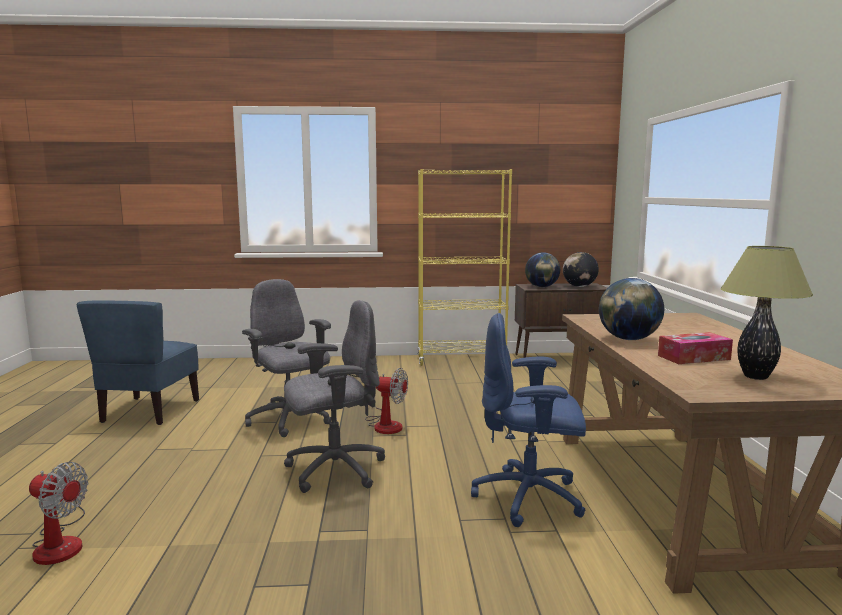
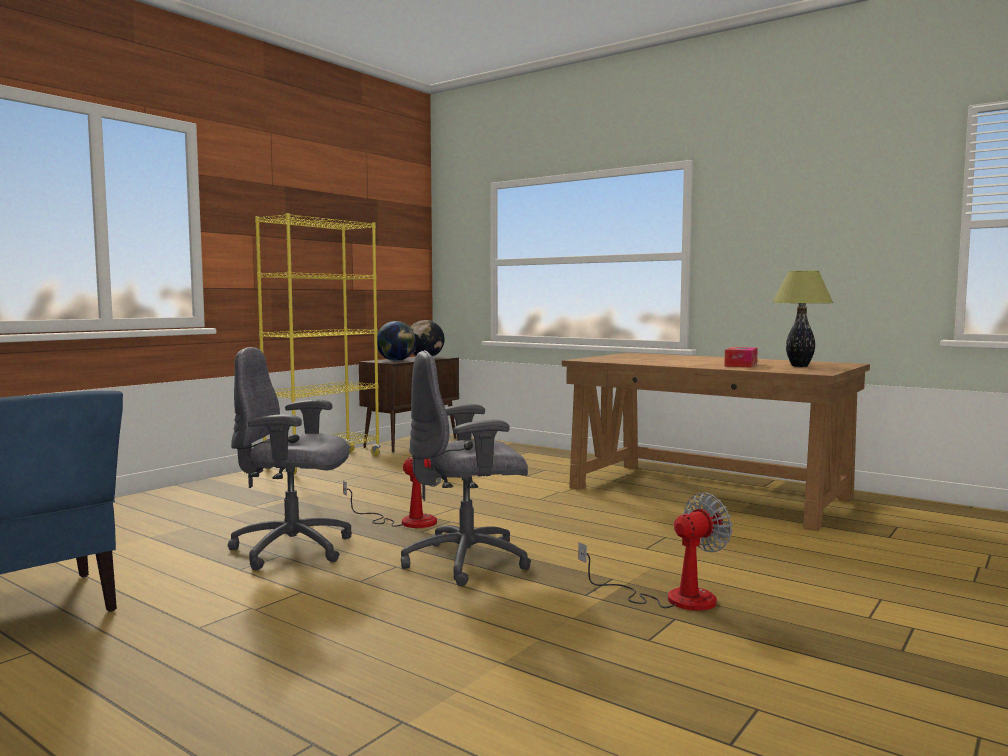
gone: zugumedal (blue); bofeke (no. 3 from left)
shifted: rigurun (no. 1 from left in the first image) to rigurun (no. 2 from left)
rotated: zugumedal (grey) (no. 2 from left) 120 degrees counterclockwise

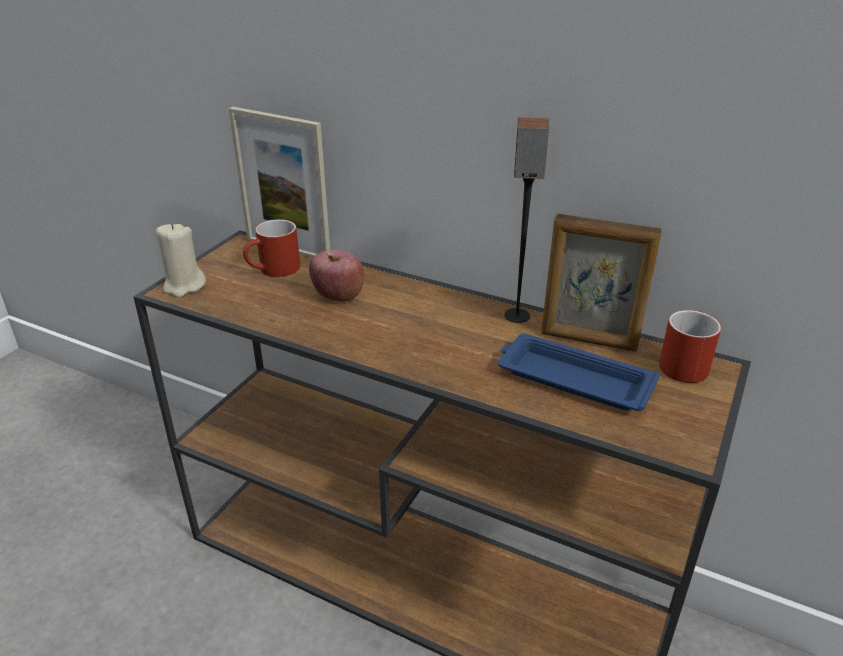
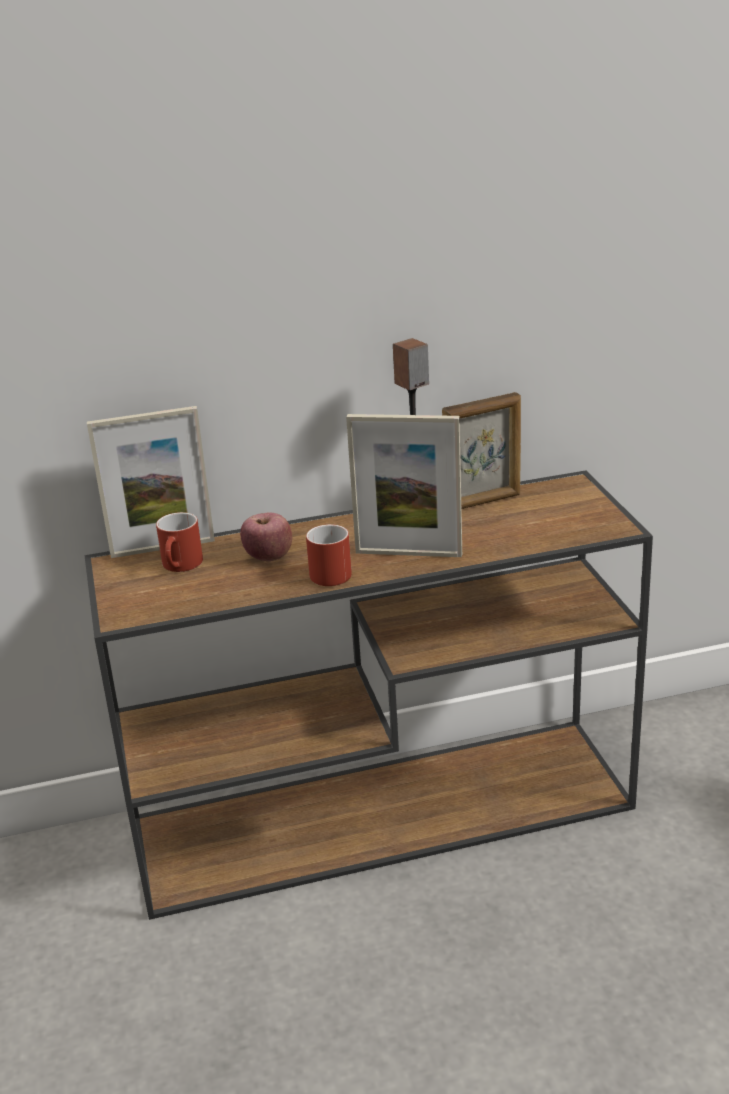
gone: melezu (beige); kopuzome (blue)
new: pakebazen (no. 2 from left)
shifted: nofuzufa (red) (no. 2 from left)

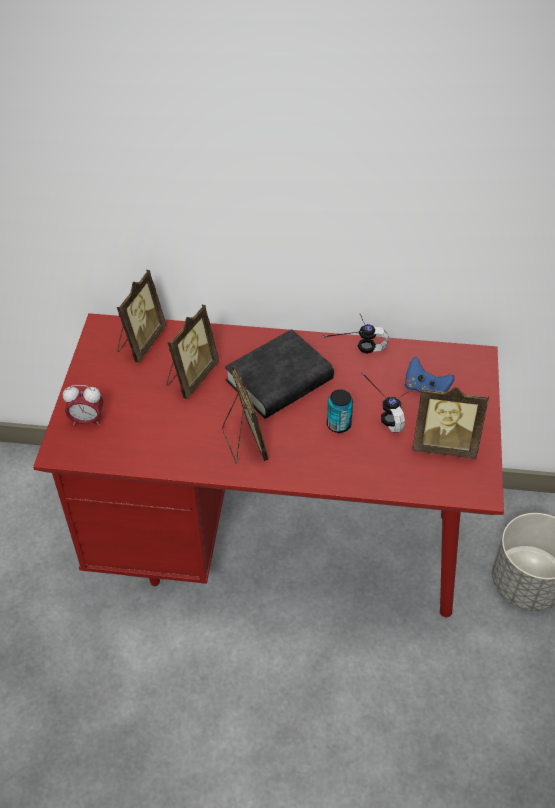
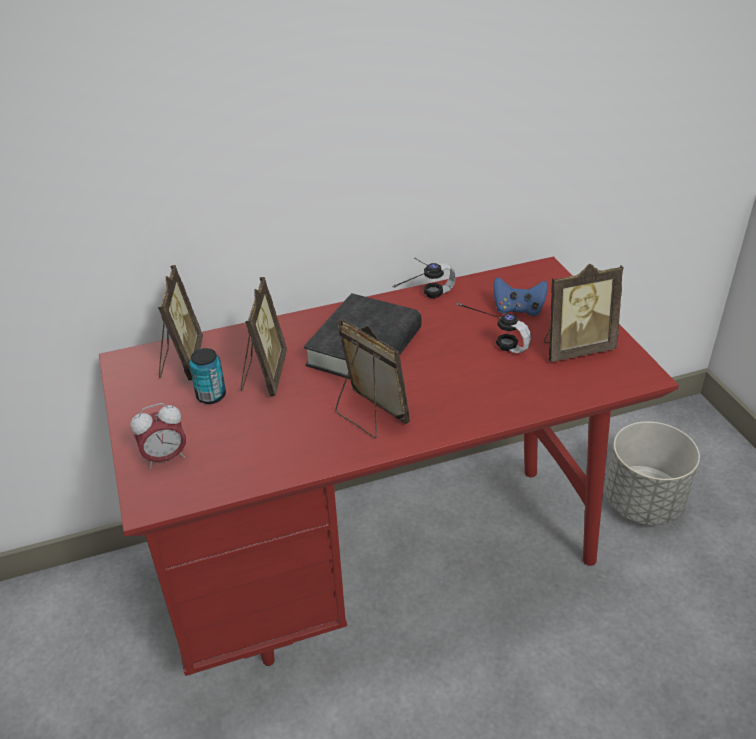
shifted: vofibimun

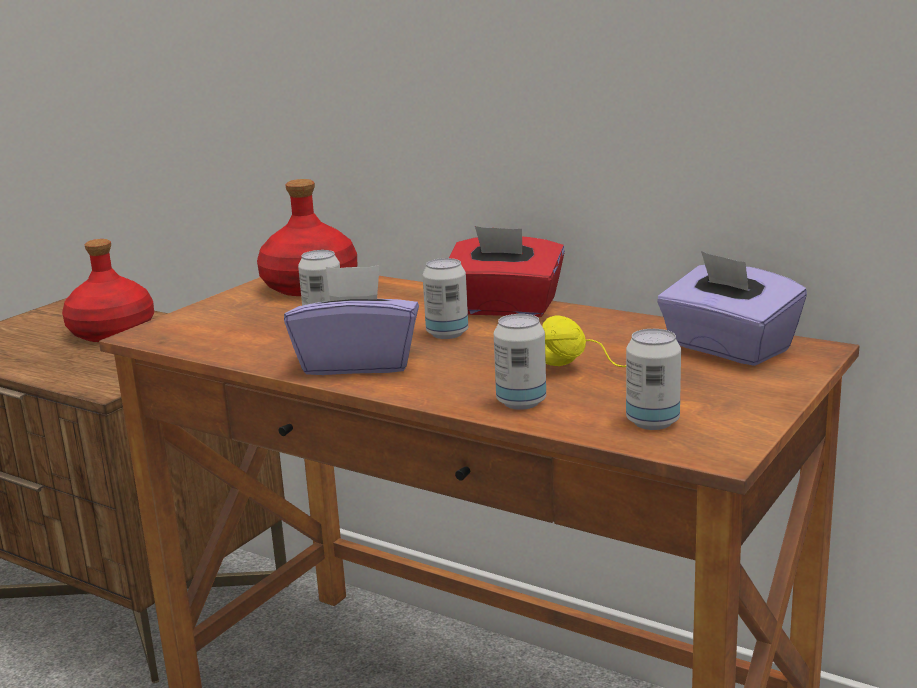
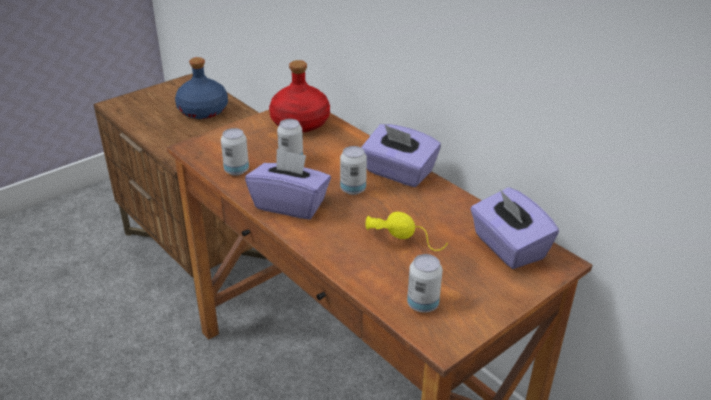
shifted: vofibimun (no. 3 from left in the first image) to vofibimun (no. 1 from left)
repainted: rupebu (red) (no. 1 from left) to rupebu (blue); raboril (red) to raboril (purple) (no. 2 from left)

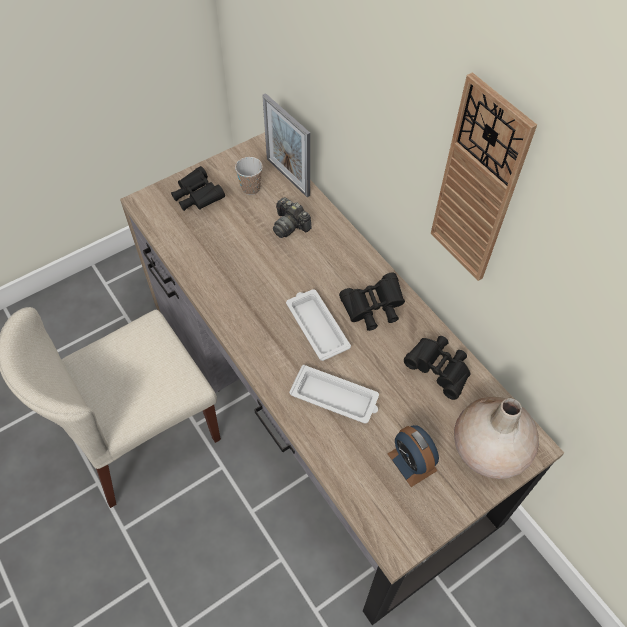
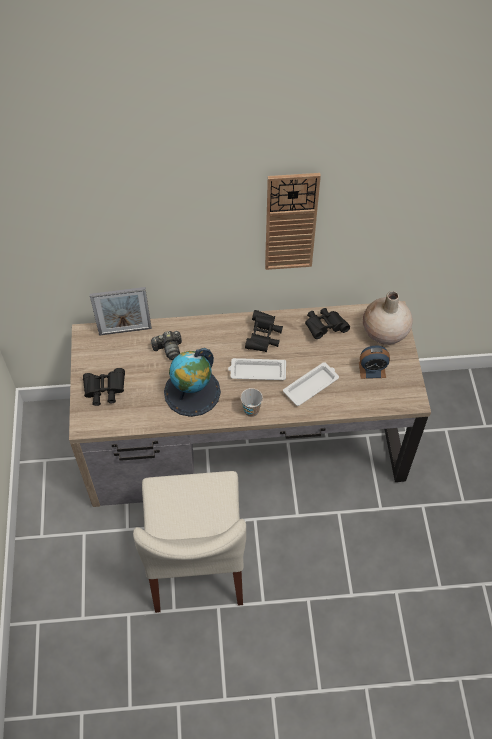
new: bofeke
shifted: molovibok

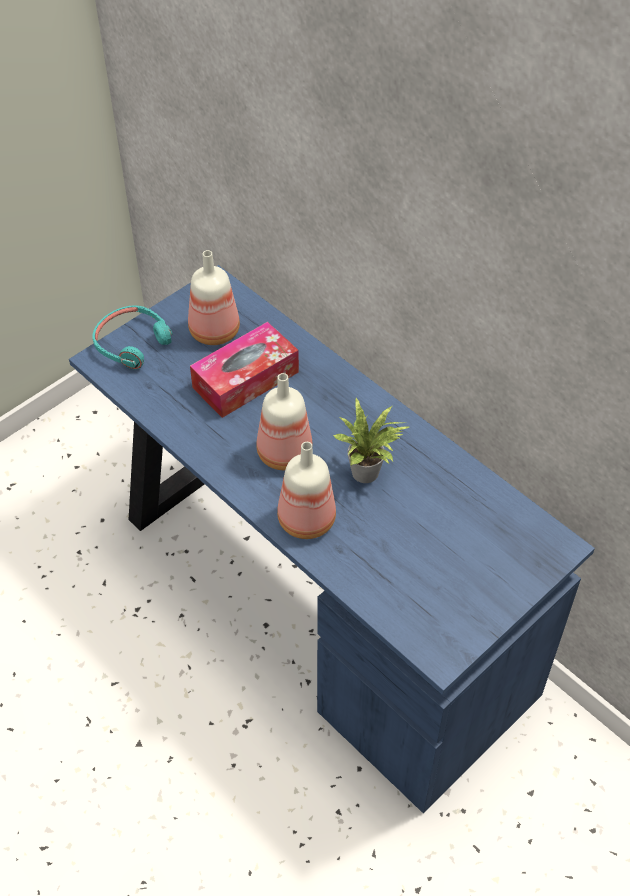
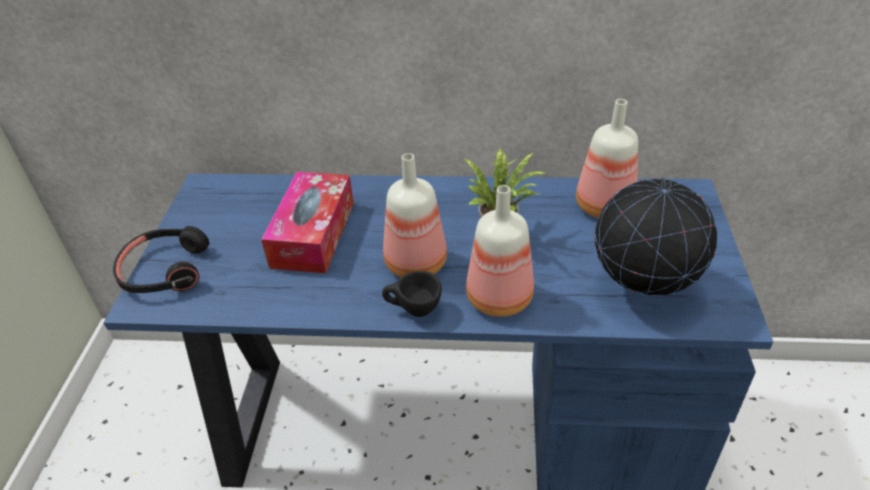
new: molovibok (black); bofeke
shifted: rupebu (no. 1 from left in the first image) to rupebu (no. 3 from left)
repainted: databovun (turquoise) to databovun (black)

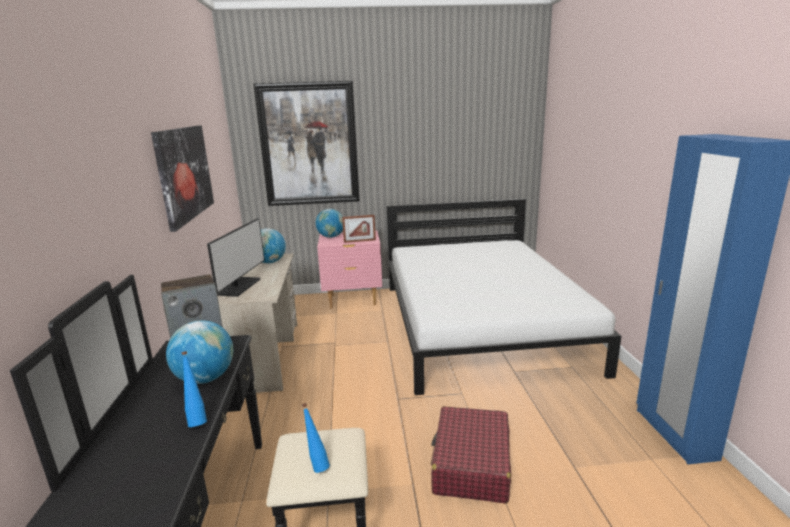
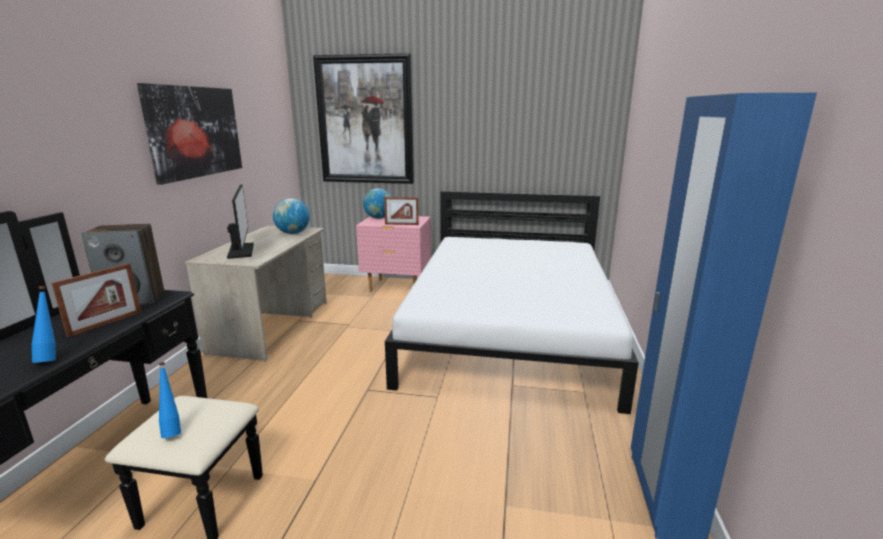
gone: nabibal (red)
swapped: bofeke (no. 1 from left) to pakebazen (no. 1 from left)
rotated: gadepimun 45 degrees counterclockwise

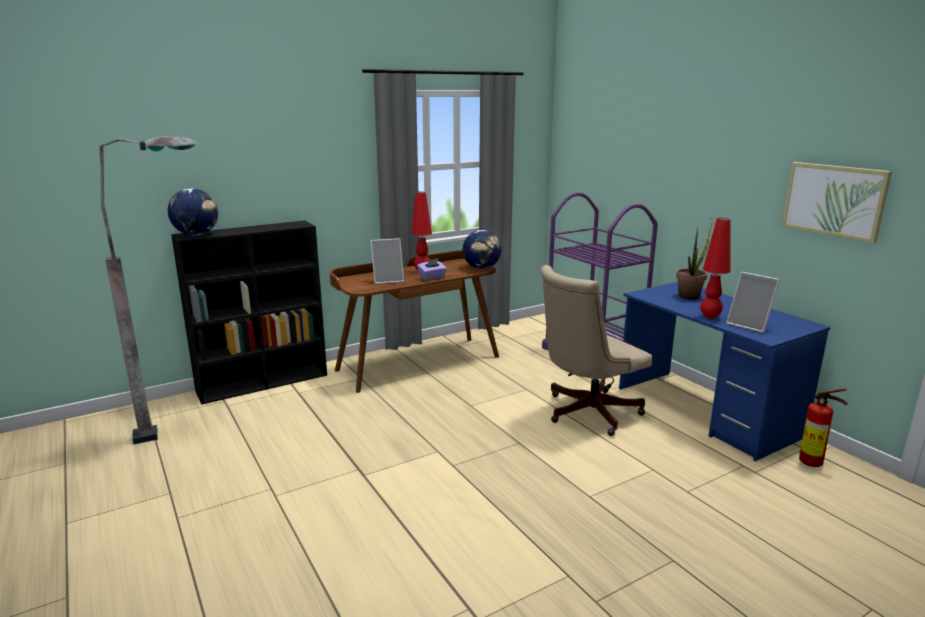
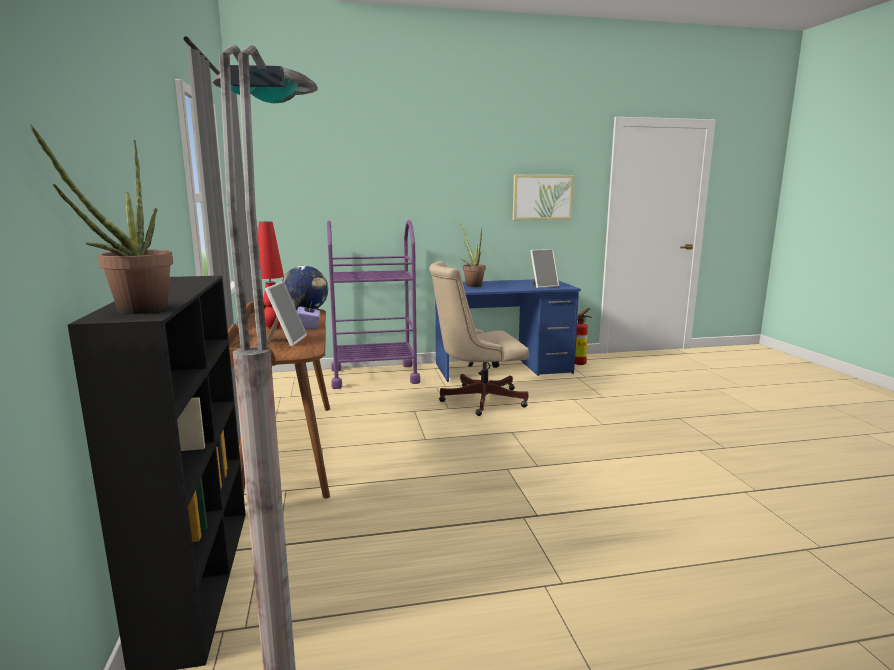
gone: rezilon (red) (no. 2 from left)
swapped: bofeke (no. 1 from left) to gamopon (no. 1 from left)
rotated: zugumedal (beige) 90 degrees clockwise

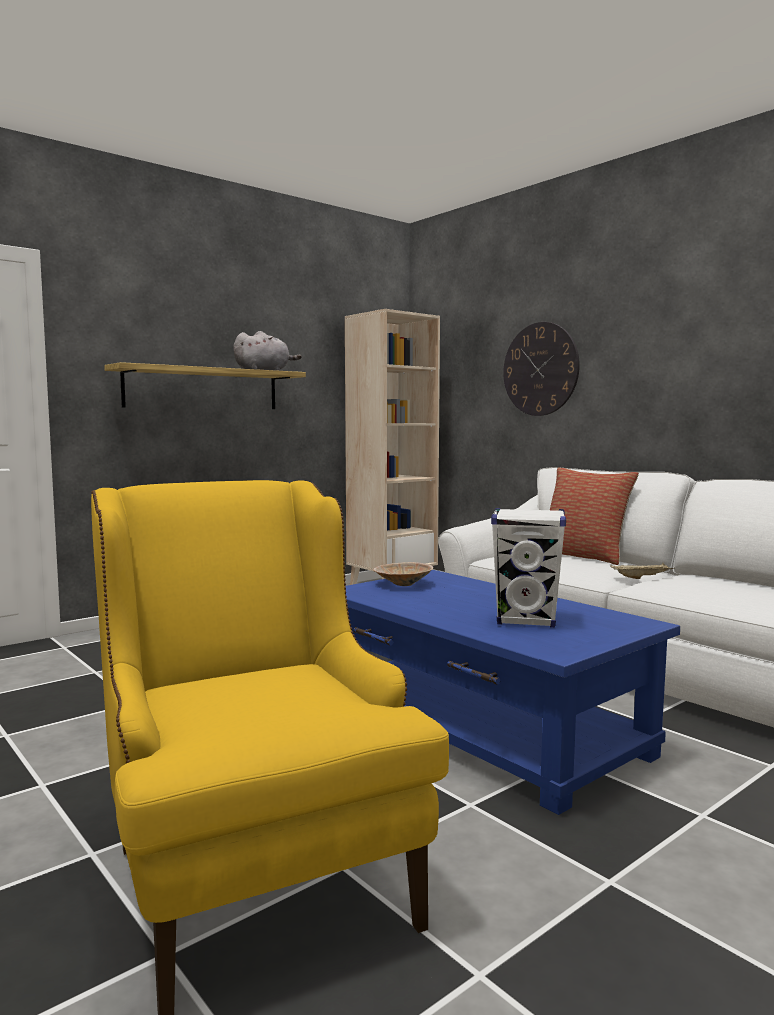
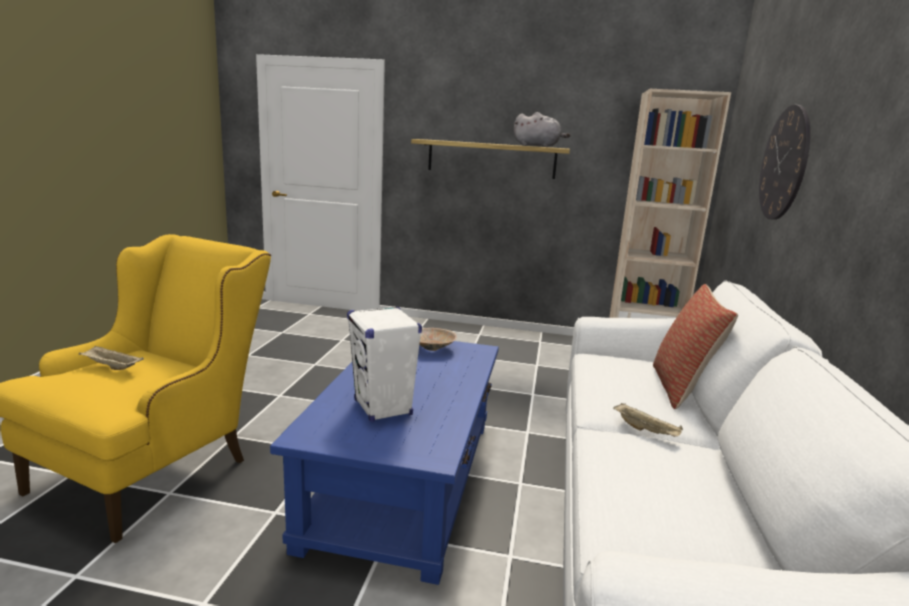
new: kopuzome (beige) (no. 1 from left)

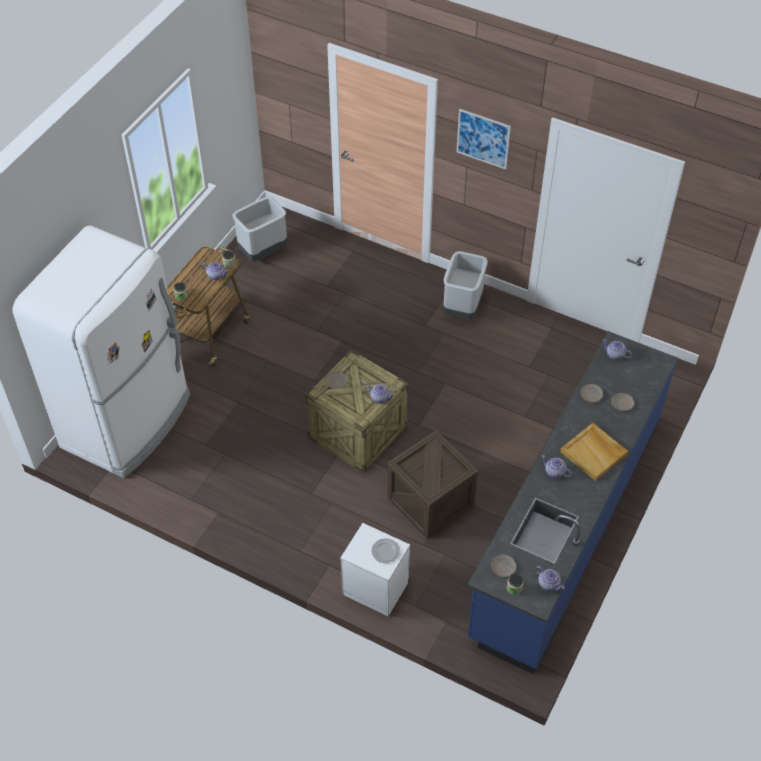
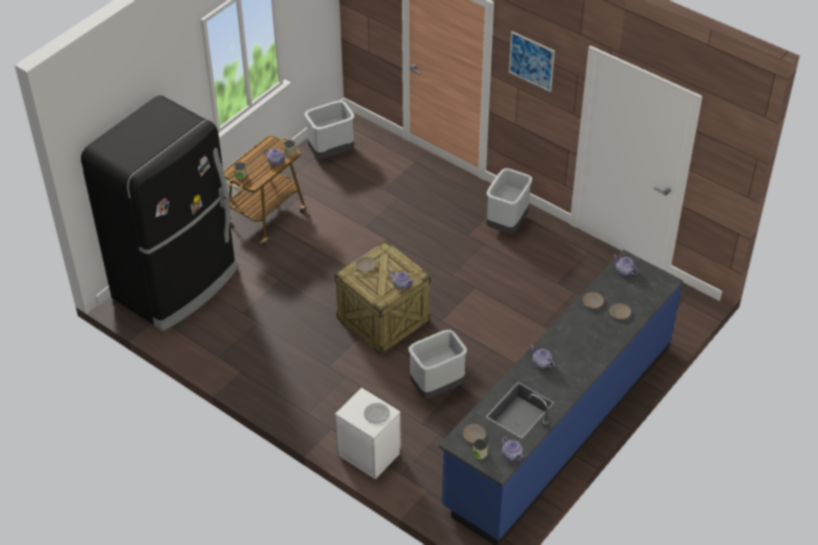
gone: kopuzome (beige)
swapped: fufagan (no. 2 from left) to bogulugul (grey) (no. 2 from left)
repainted: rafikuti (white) to rafikuti (black)

